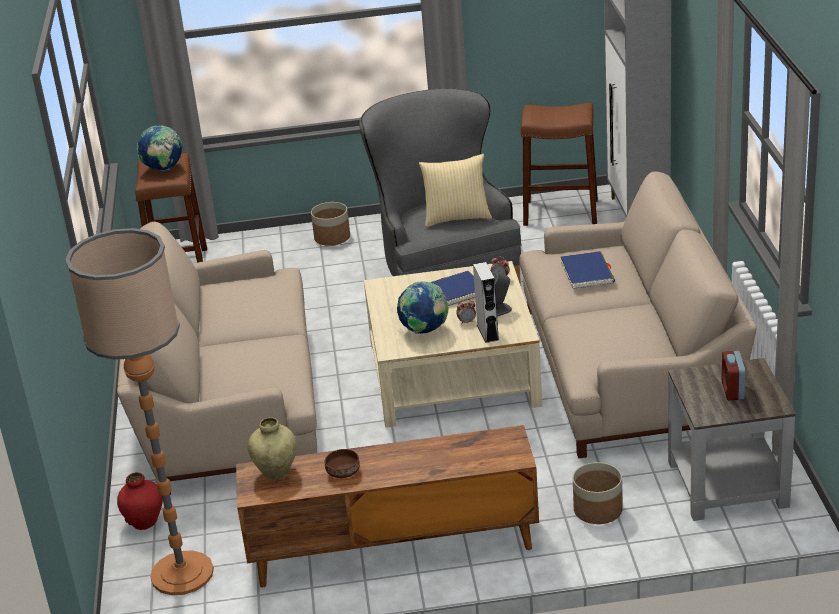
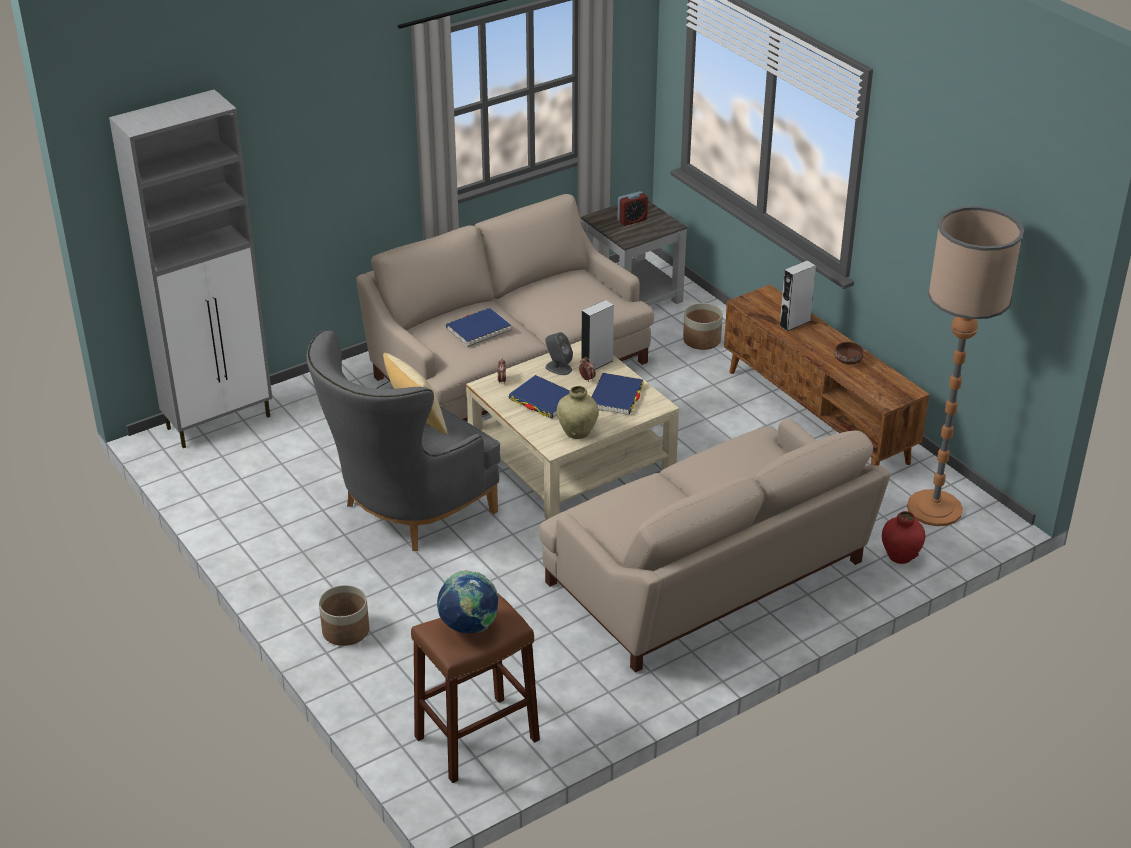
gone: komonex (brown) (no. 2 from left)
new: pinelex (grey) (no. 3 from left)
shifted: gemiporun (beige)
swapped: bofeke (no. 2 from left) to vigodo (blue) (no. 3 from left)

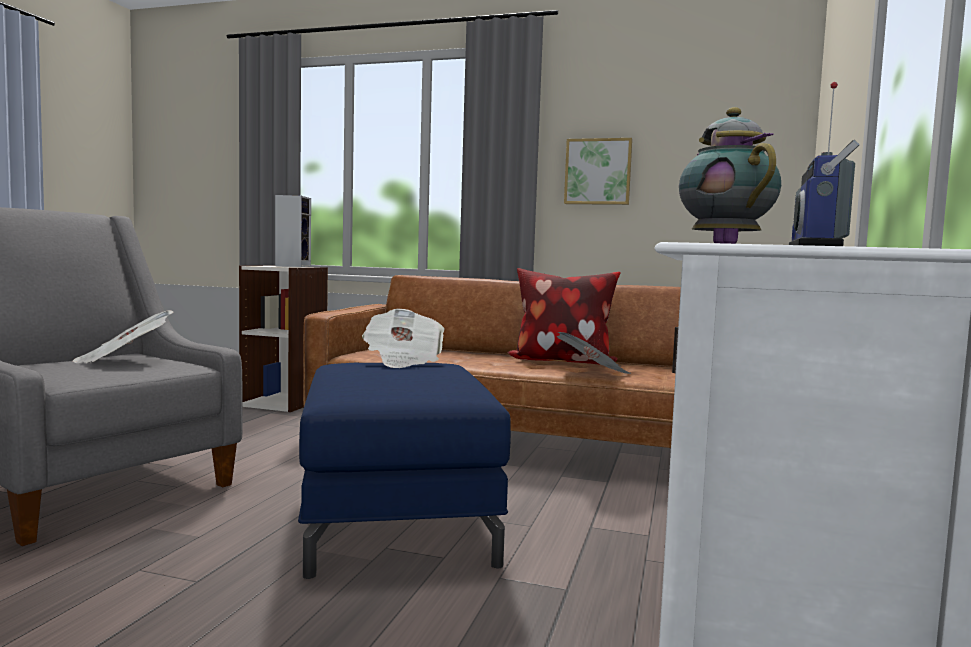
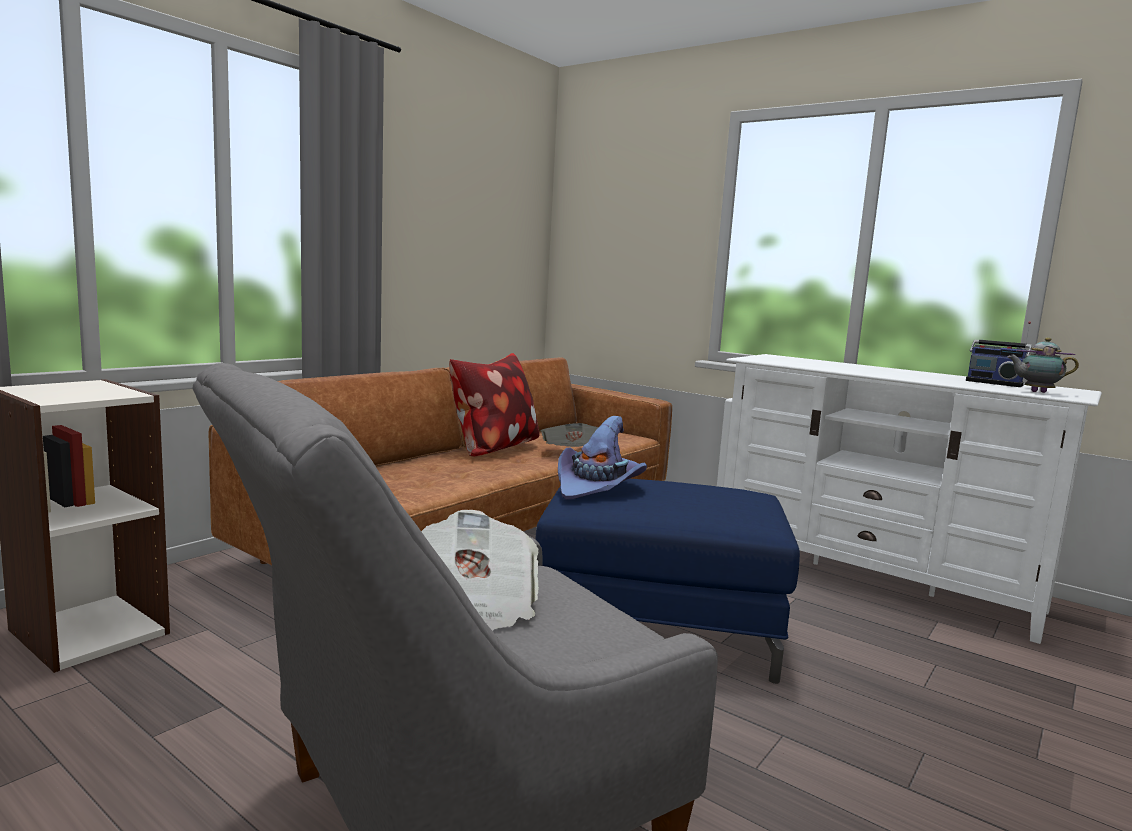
gone: pinelex; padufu
swapped: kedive (no. 2 from left) to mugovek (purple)

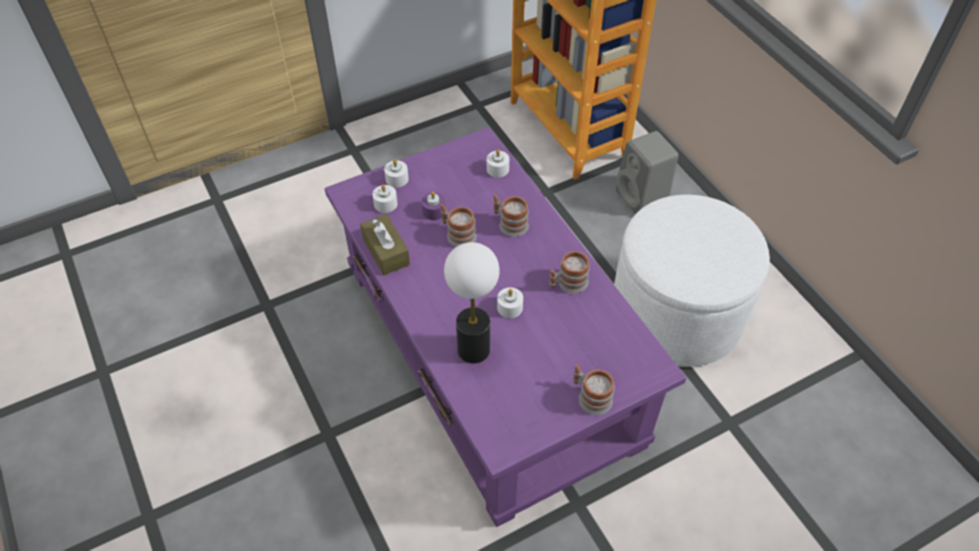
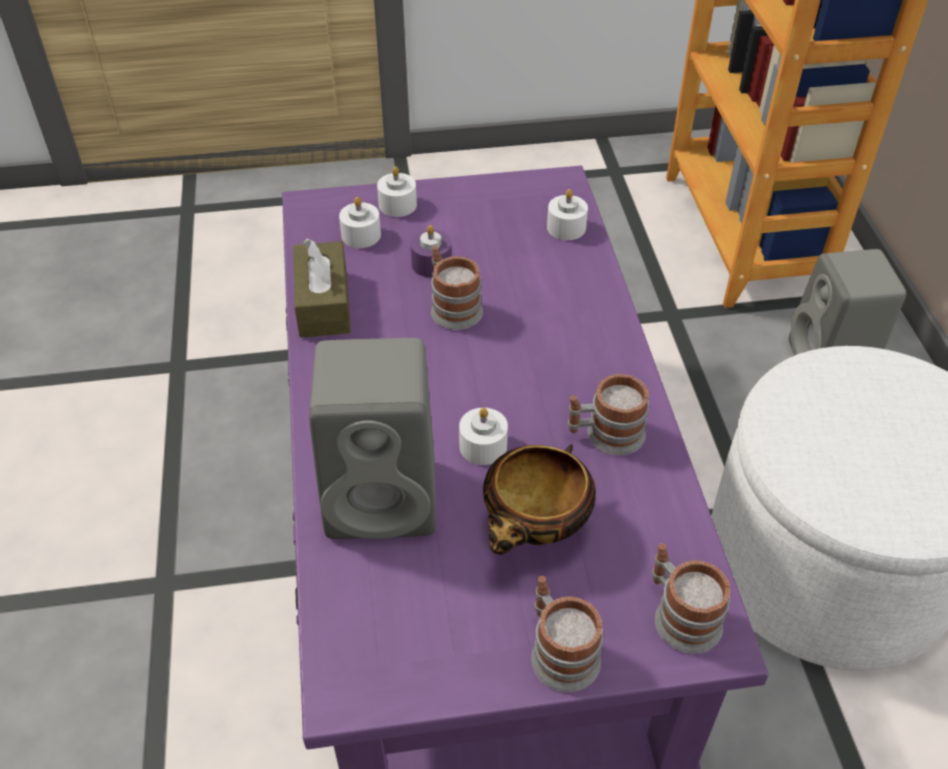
new: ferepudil
shifted: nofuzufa (no. 2 from left in the first image) to nofuzufa (no. 4 from left)
swapped: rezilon to pinelex (grey) (no. 1 from left)

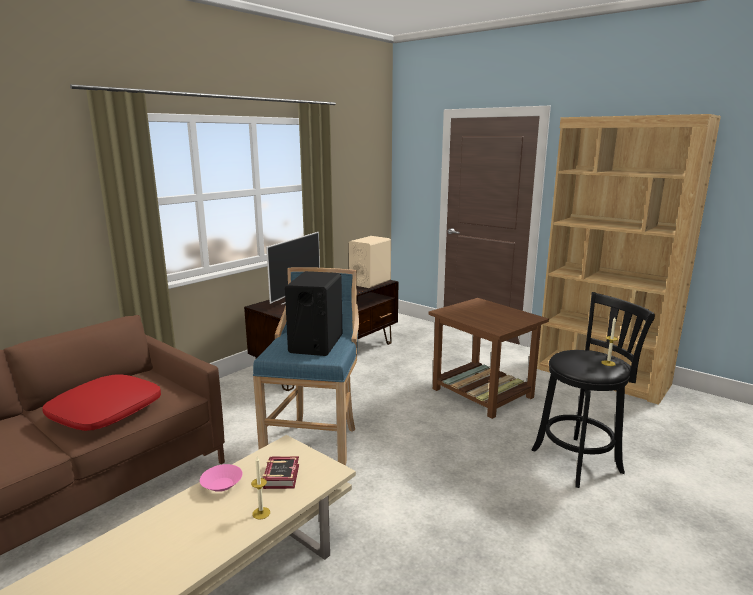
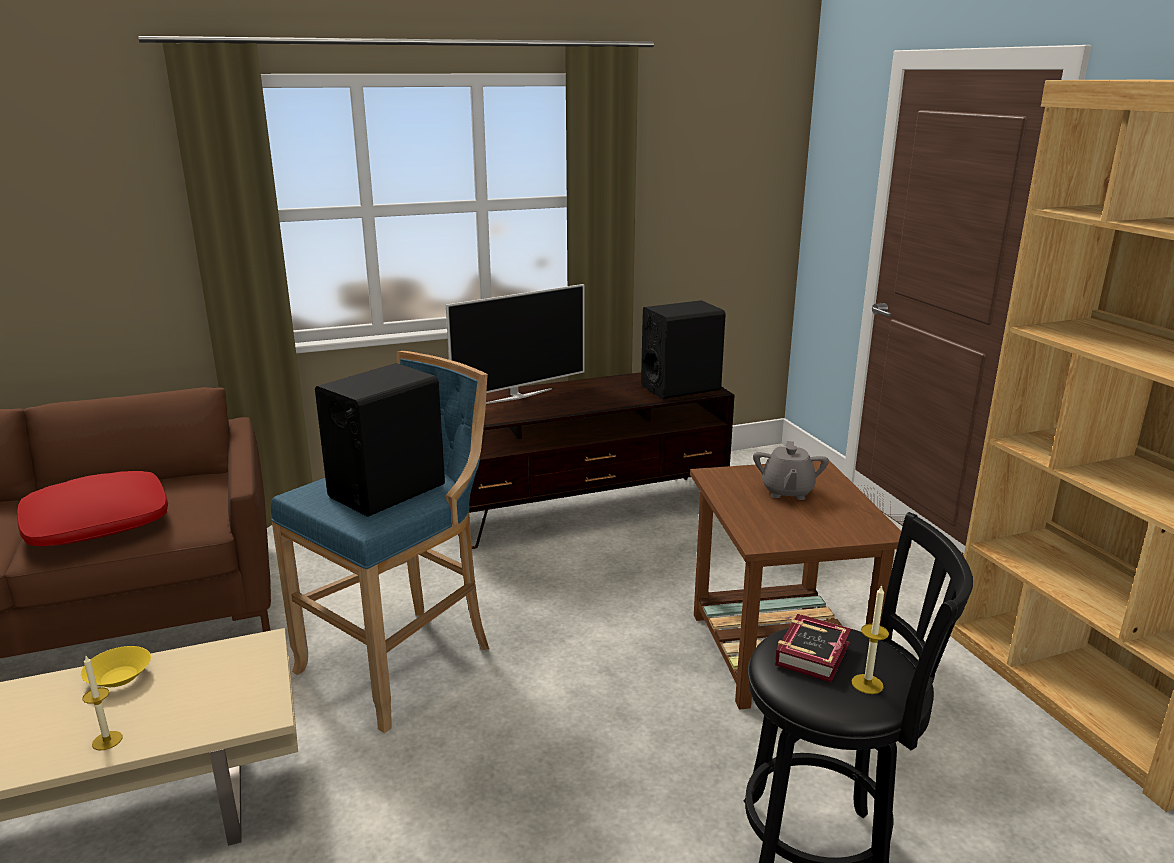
new: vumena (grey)
shifted: vigodo
repainted: ferepudil (pink) to ferepudil (yellow); pinelex (beige) to pinelex (black) (no. 2 from left)

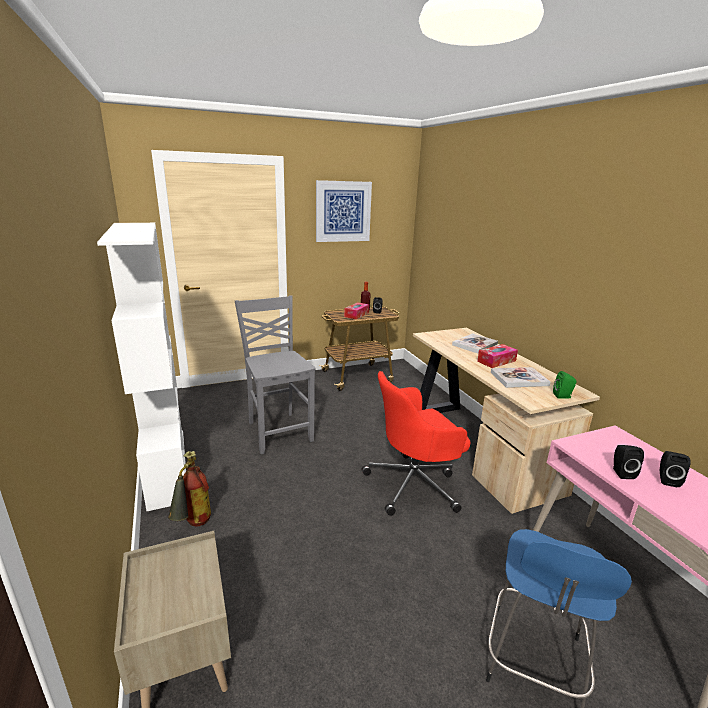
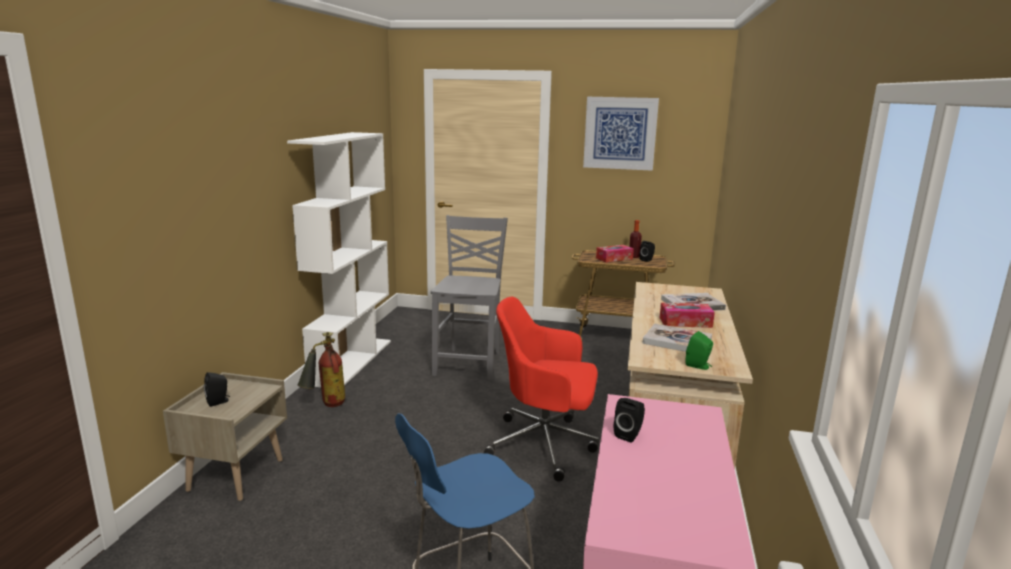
shifted: pinelex (black) (no. 3 from left in the first image) to pinelex (black) (no. 1 from left)

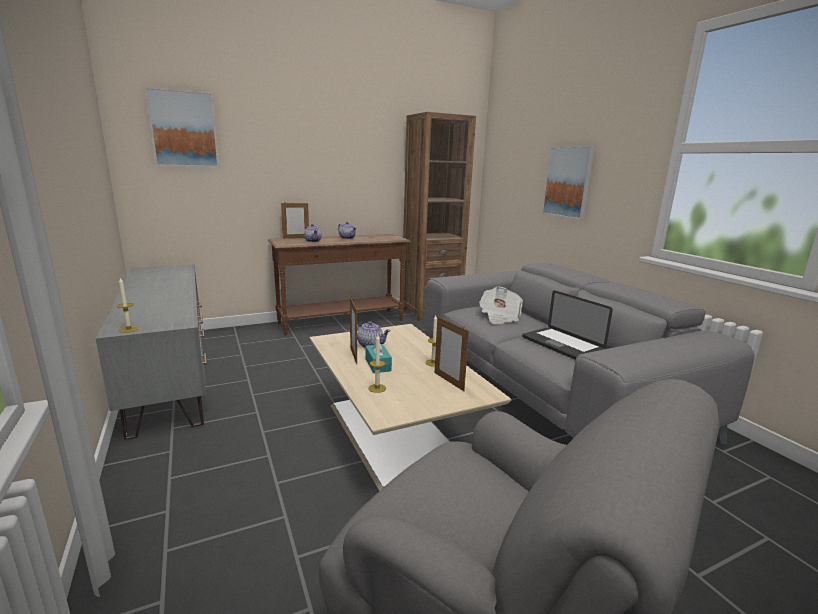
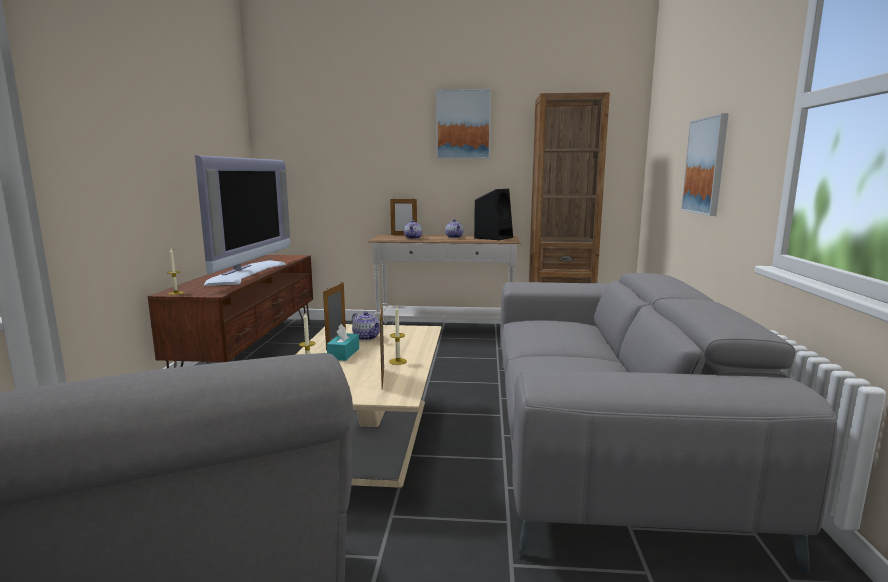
gone: kedive; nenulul
new: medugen; pinelex (black)
shifted: padufu (no. 1 from left)
repainted: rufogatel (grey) to rufogatel (brown); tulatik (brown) to tulatik (white)

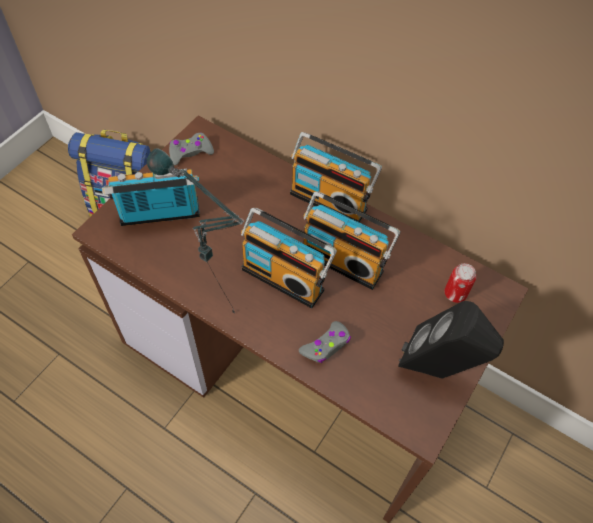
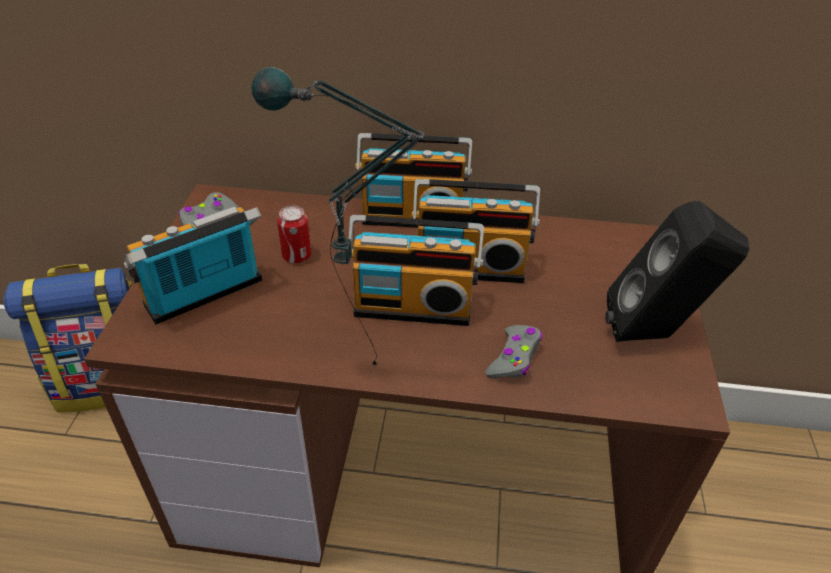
shifted: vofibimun

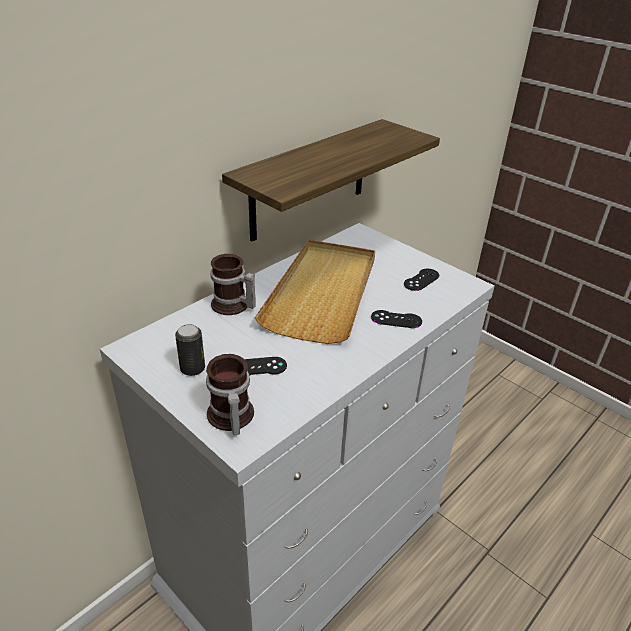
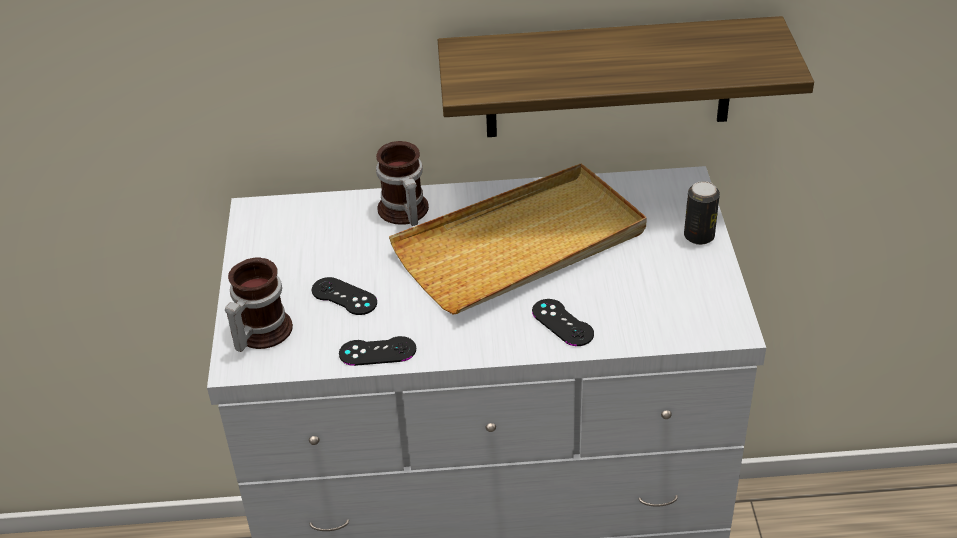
shifted: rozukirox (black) (no. 3 from left in the first image) to rozukirox (black) (no. 2 from left); vofibimun

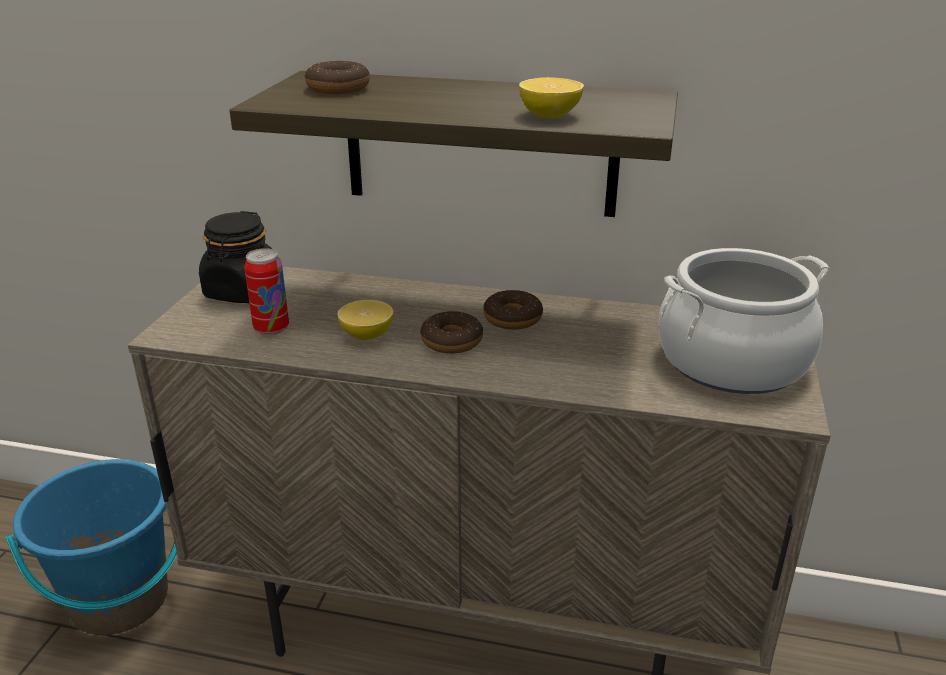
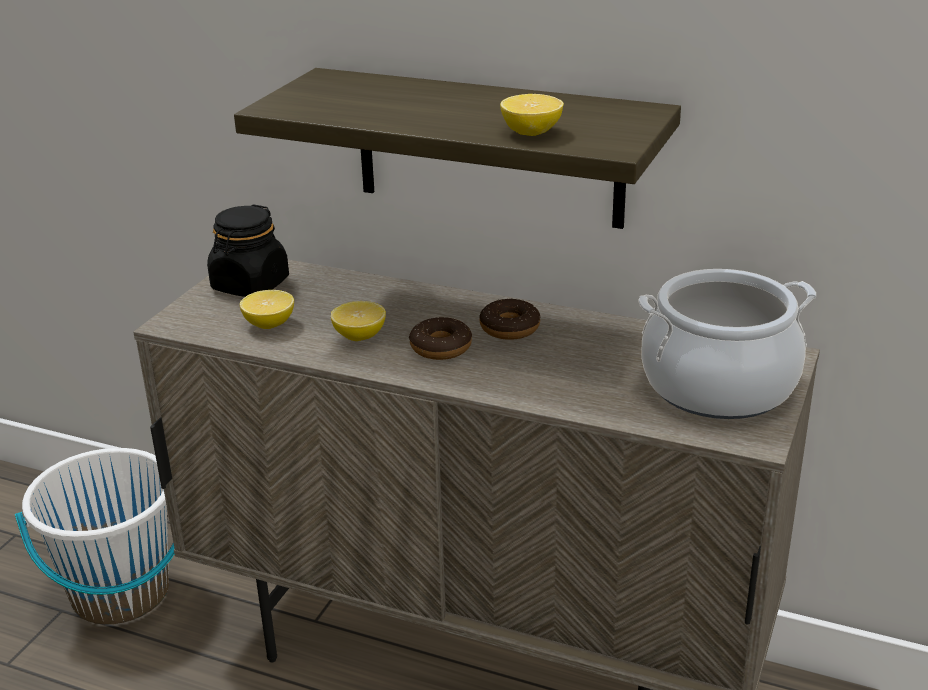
gone: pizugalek (no. 1 from left)
swapped: vofibimun to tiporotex (no. 1 from left)
repainted: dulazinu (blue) to dulazinu (white)

